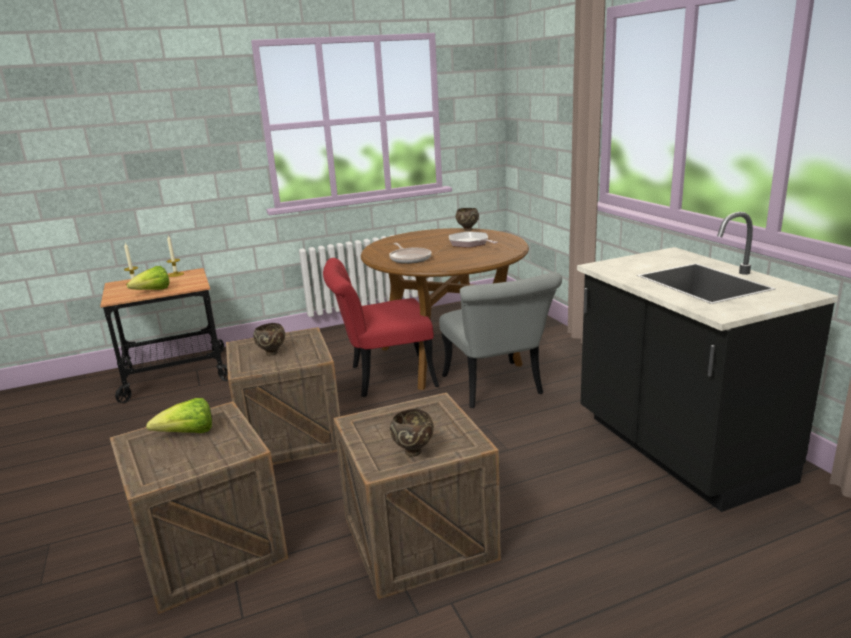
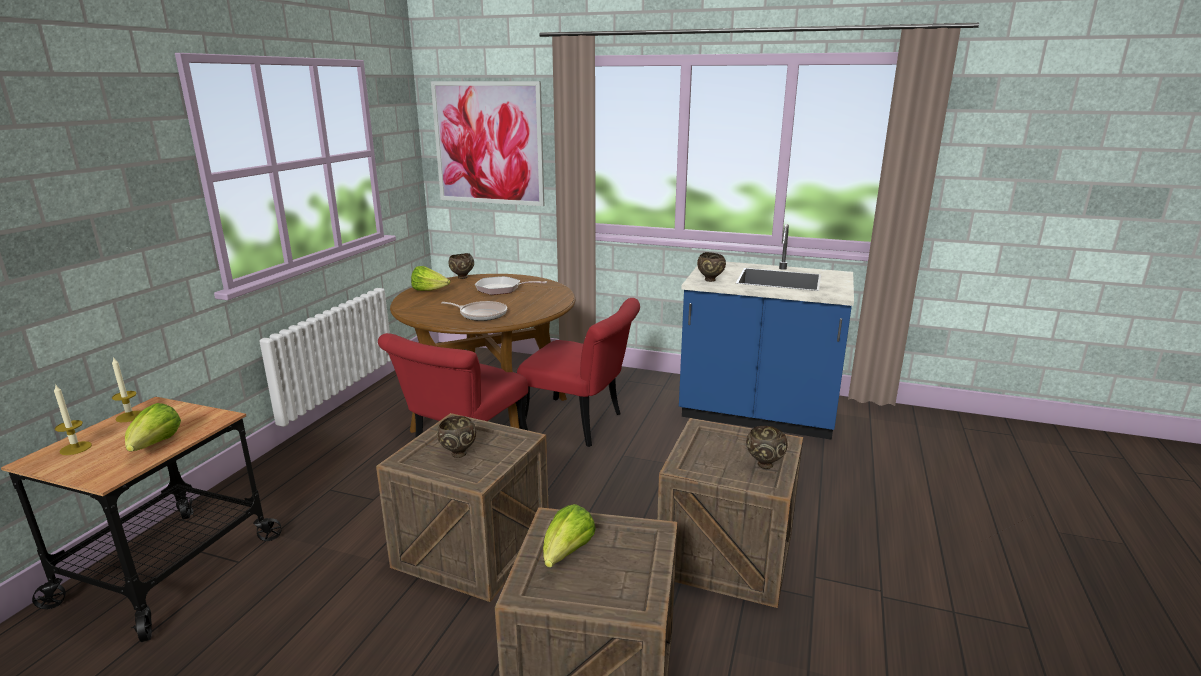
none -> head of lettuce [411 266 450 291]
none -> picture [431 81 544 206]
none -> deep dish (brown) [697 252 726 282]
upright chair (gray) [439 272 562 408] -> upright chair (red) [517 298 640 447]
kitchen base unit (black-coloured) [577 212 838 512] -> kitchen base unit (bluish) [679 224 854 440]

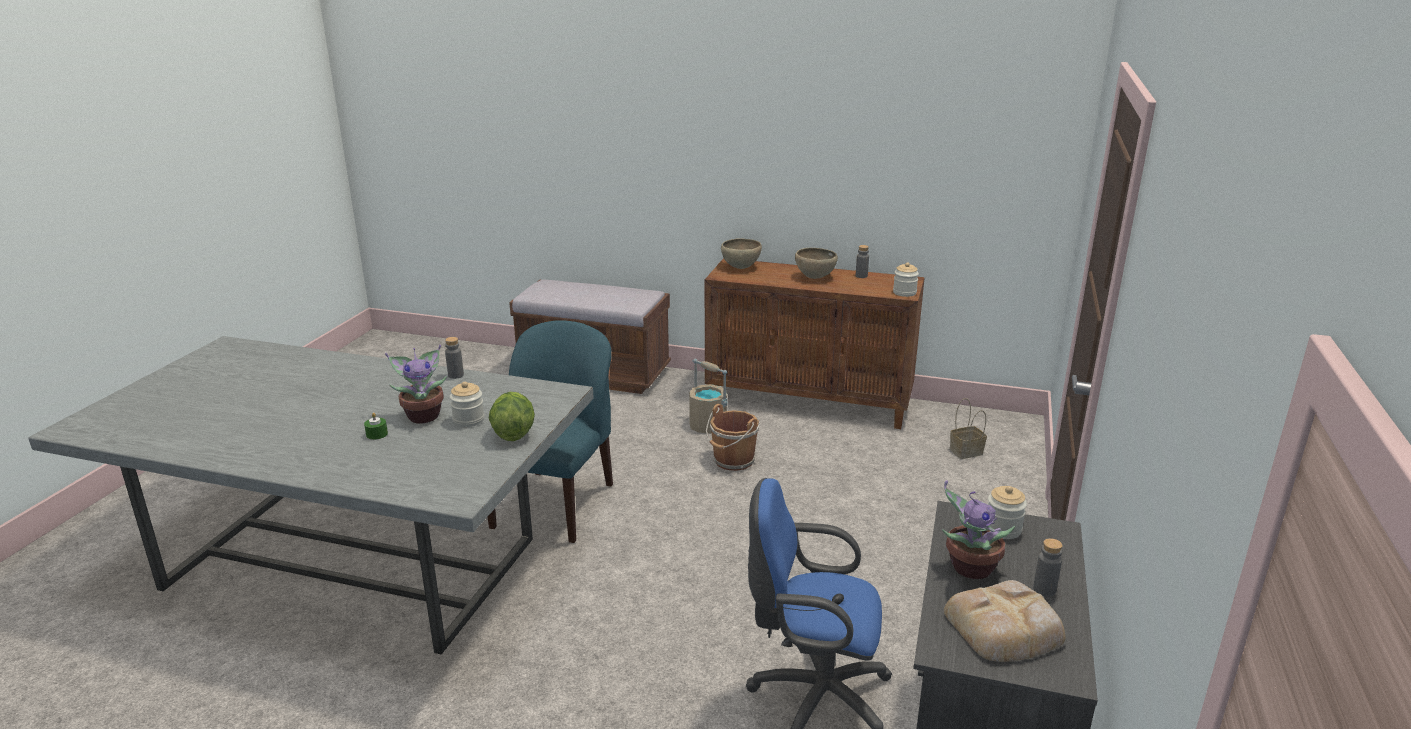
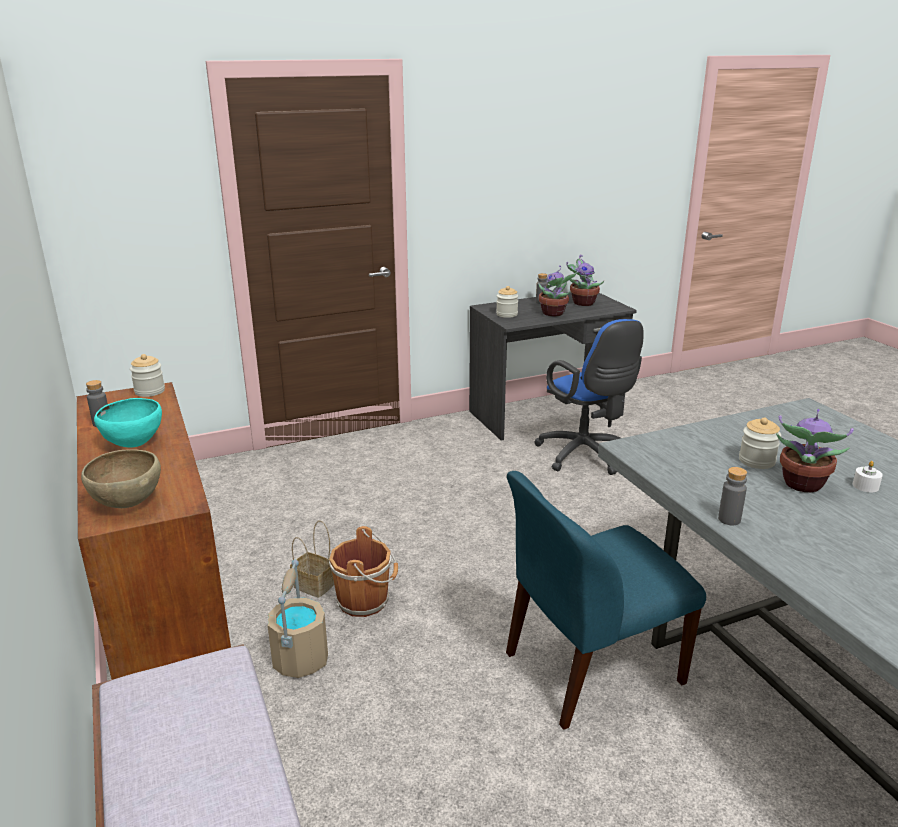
head of lettuce [489 392 535 441] -> none
basket [950 398 987 459] -> basket [290 520 334 598], relocated
bread [944 580 1066 662] -> potted plant [566 254 605 306]
wax light (green) [364 412 388 440] -> wax light (whitish) [853 461 883 492]
deep dish (brown) [795 248 838 279] -> deep dish (turquoise-coloured) [94 398 162 447]

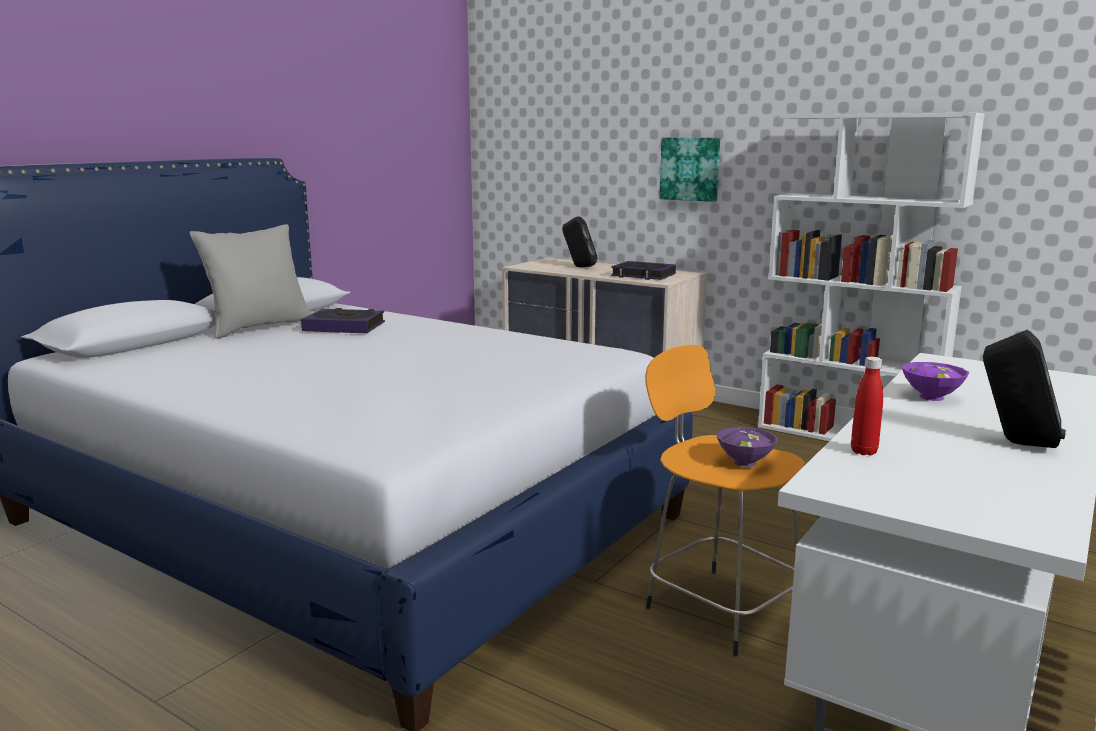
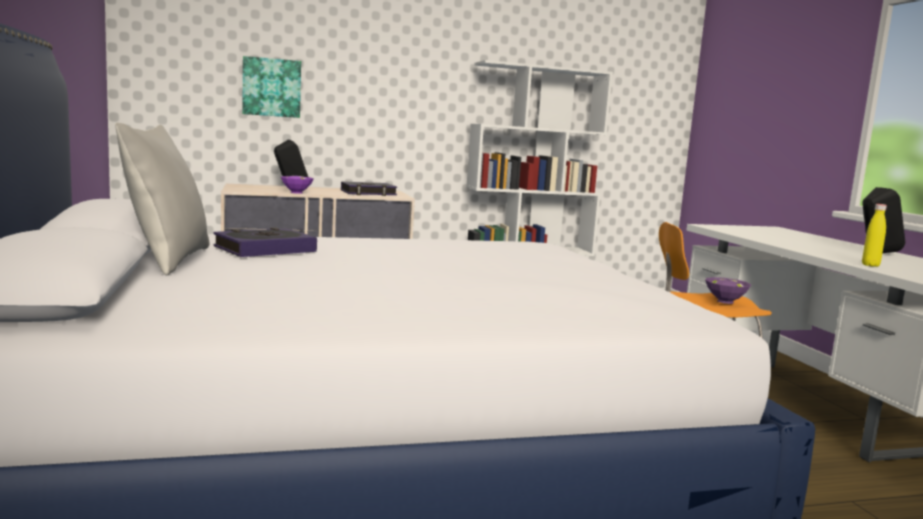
picture [659 138 720 202] -> picture [242 56 301 118], relocated
deep dish (purple) [901 362 970 401] -> deep dish (purple) [281 176 314 193], relocated
beverage bottle (red) [851 357 883 455] -> beverage bottle (yellowish) [862 204 887 267]

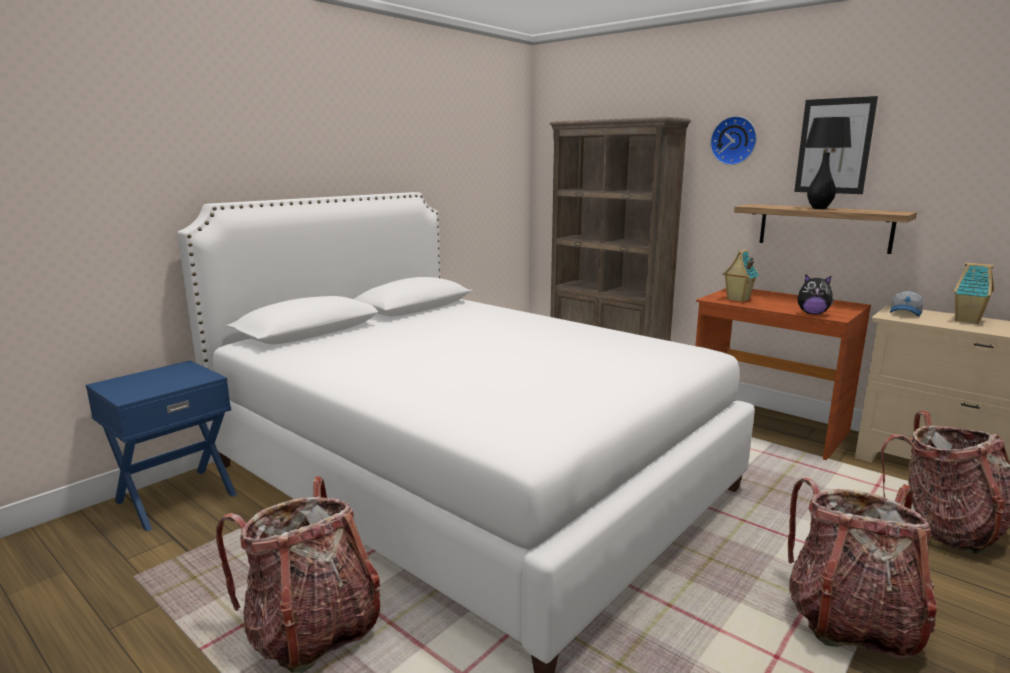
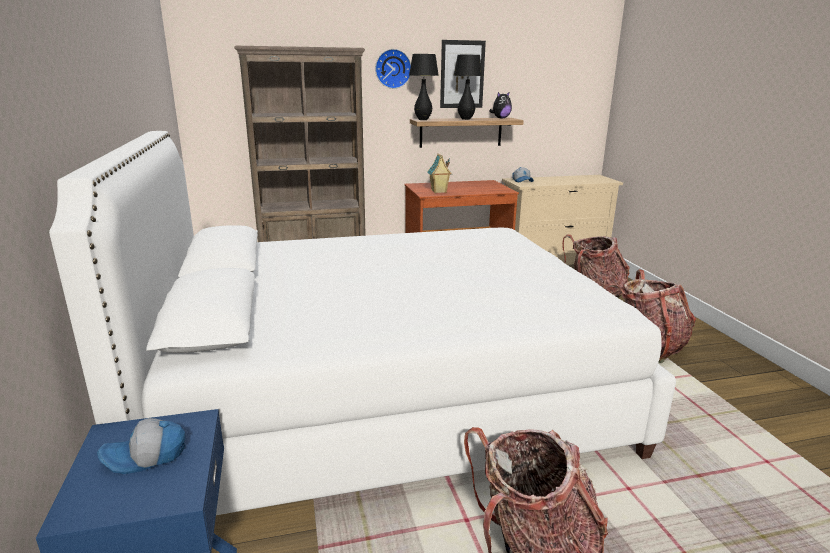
miniature house [954 262 994 324] -> none
none -> cap [97 418 185 474]
none -> tabletop lamp (black-coloured) [409 54 439 120]
cuddly toy [798 274 834 314] -> cuddly toy [489 91 512 119], relocated

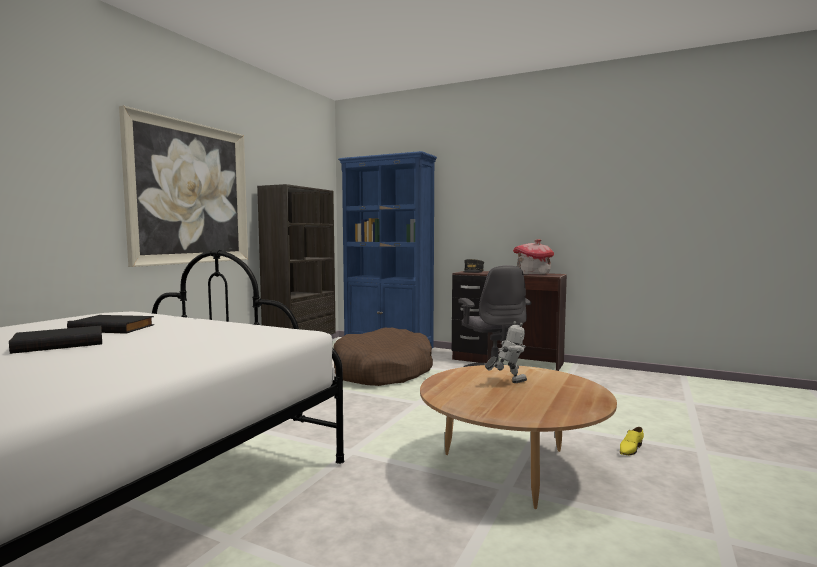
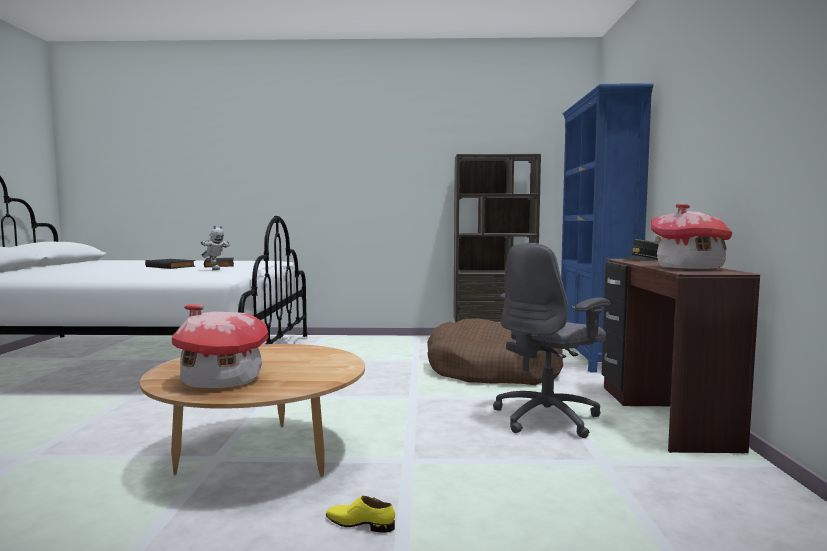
picture [119 106 248 267] -> none
none -> miniature house [172 304 269 388]
model robot [485 321 527 383] -> model robot [200 226 229 270], relocated

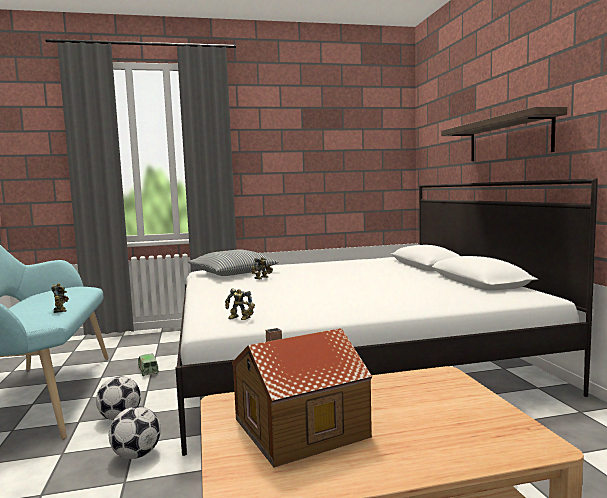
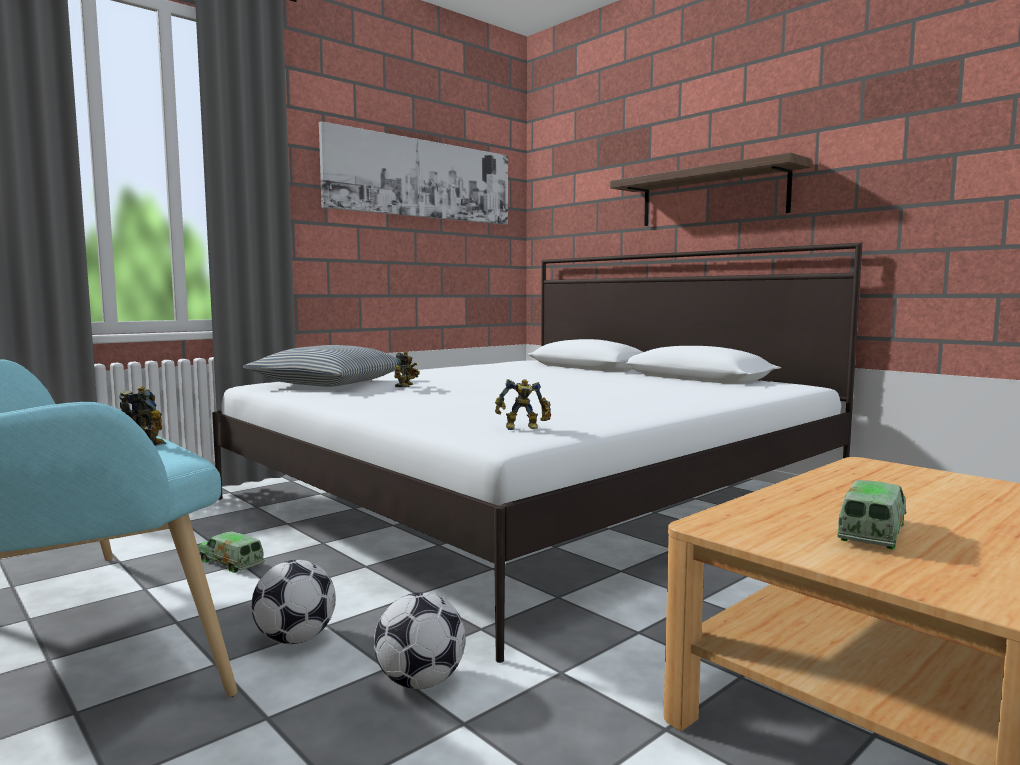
none -> picture [319 121 508 225]
miniature house [232 328 372 468] -> model truck [837 480 906 549]

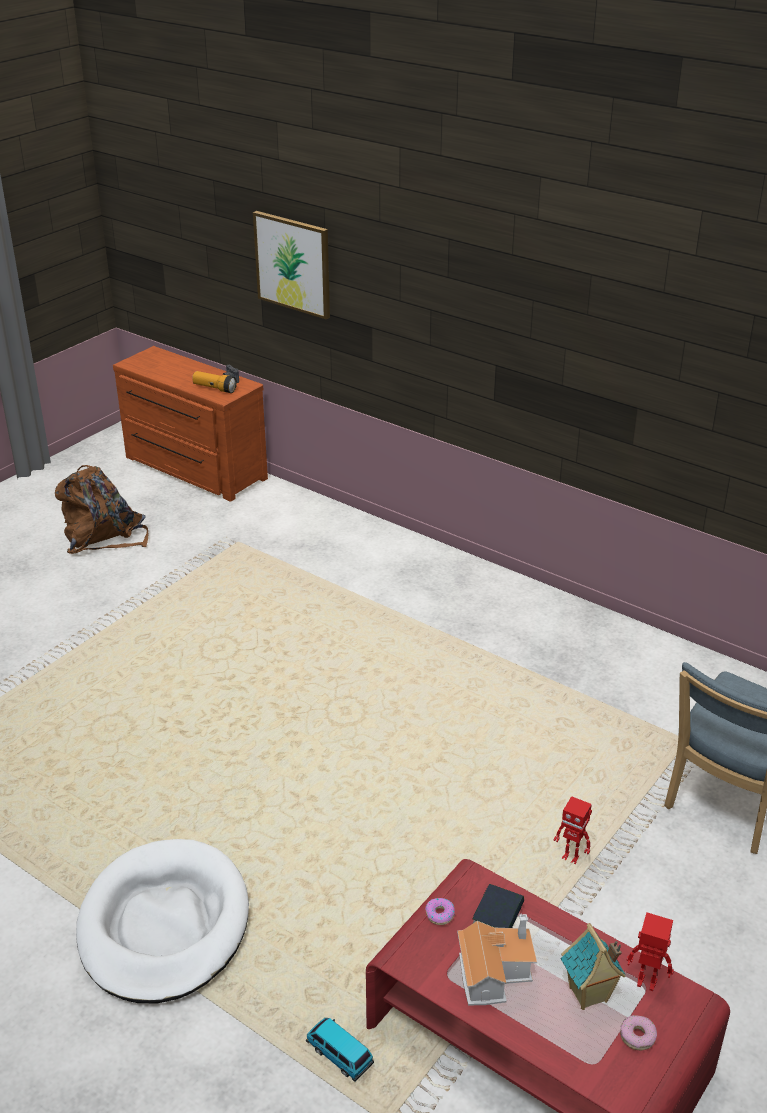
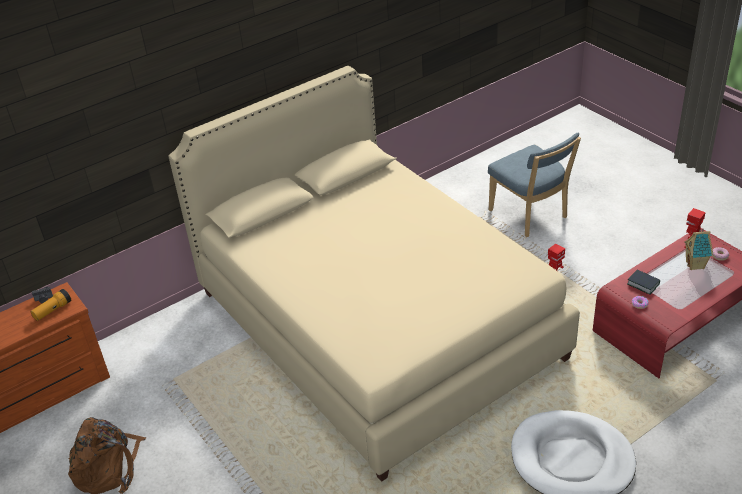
picture [253 211 330 320] -> none
miniature car [306 1018 374 1082] -> none
miniature house [457 914 537 1005] -> none
none -> bedroom bed (beige) [168 66 580 482]

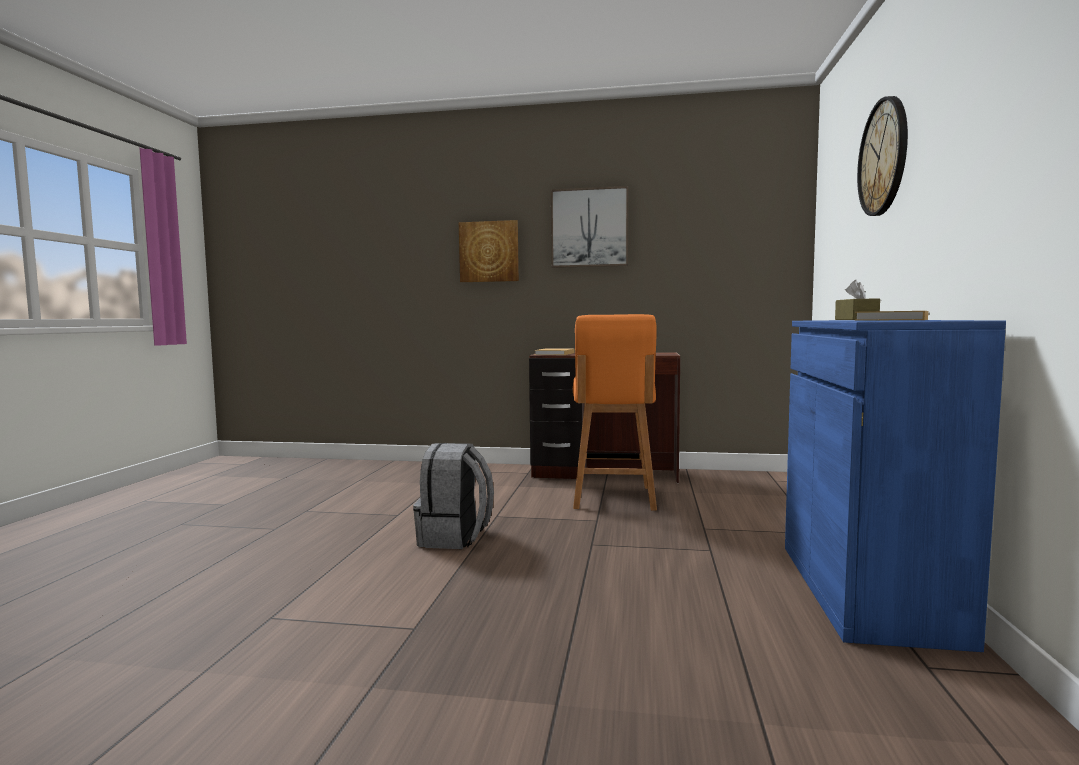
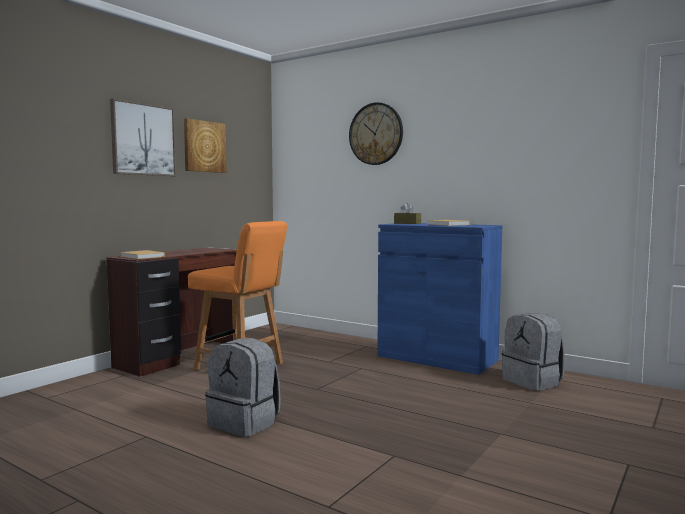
none -> backpack (gray) [502 313 565 391]
picture [459 220 519 282] -> picture [184 118 226 173], relocated

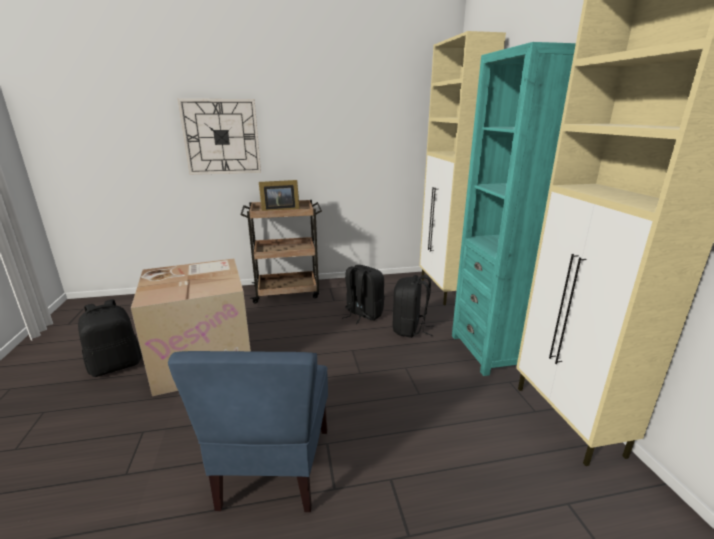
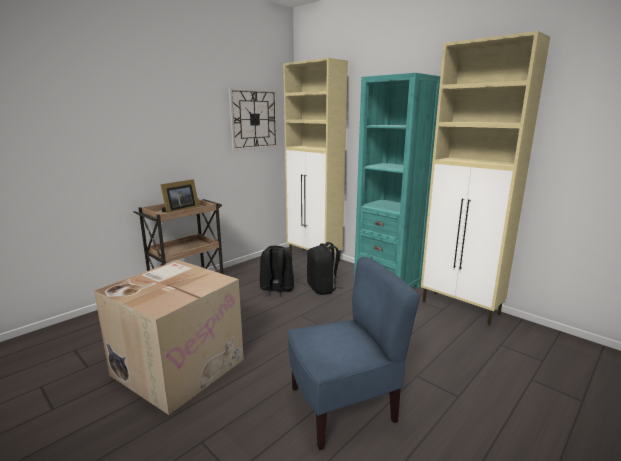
backpack (black-coloured) [78 299 142 377] -> none
wall clock [178 99 261 175] -> wall clock [229 88 278 151], relocated
upright chair (bluish) [168 351 328 512] -> upright chair (bluish) [288 257 420 450], 75 degrees counterclockwise

